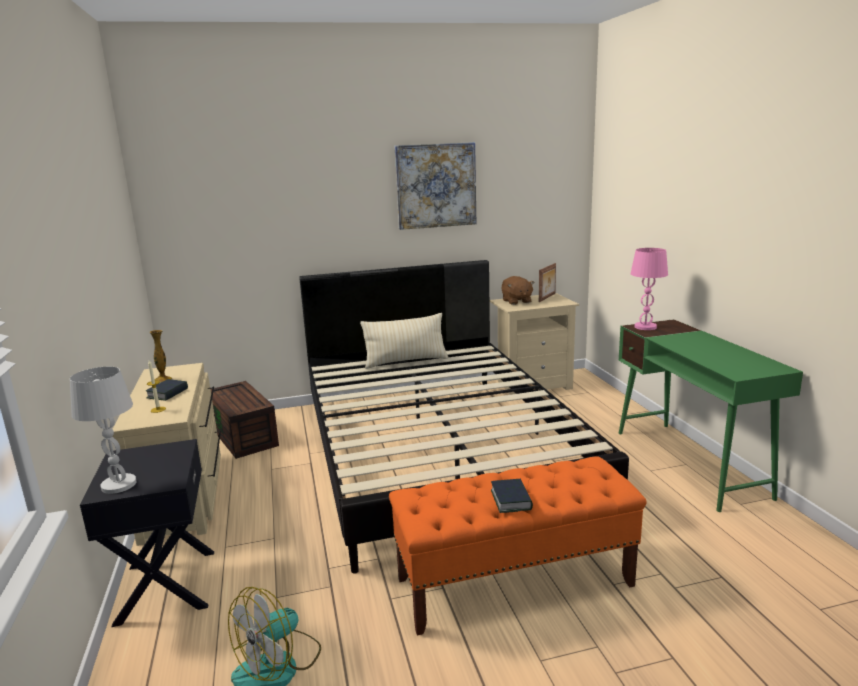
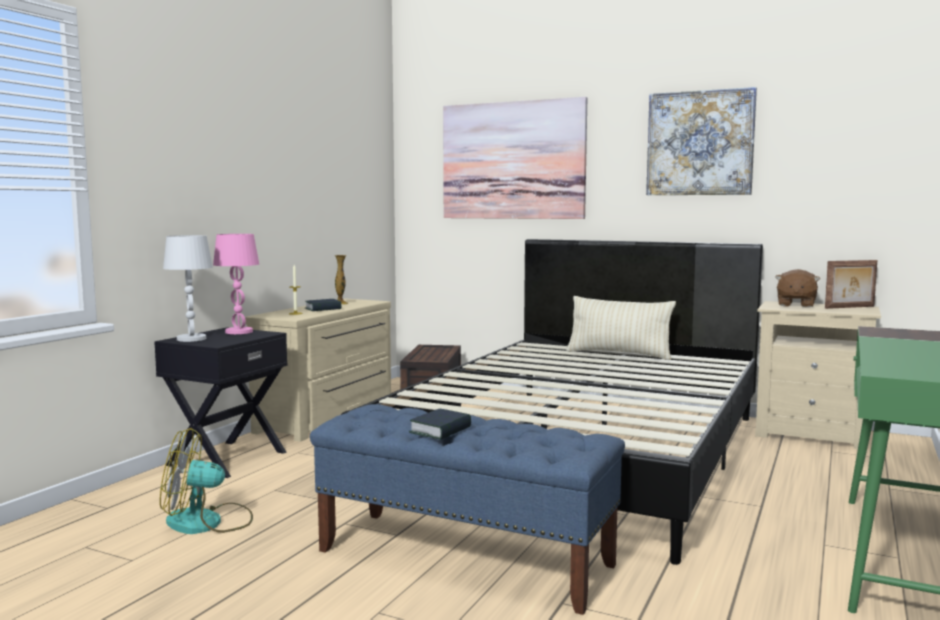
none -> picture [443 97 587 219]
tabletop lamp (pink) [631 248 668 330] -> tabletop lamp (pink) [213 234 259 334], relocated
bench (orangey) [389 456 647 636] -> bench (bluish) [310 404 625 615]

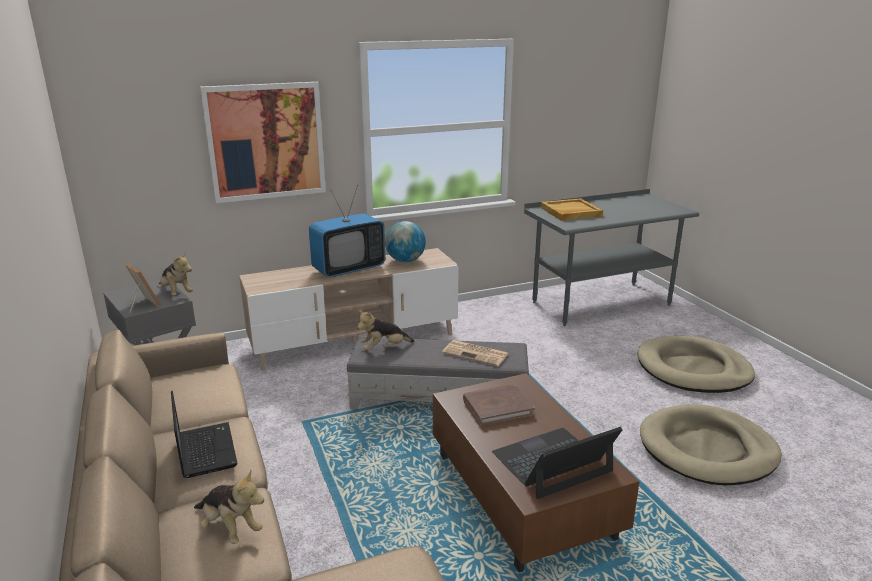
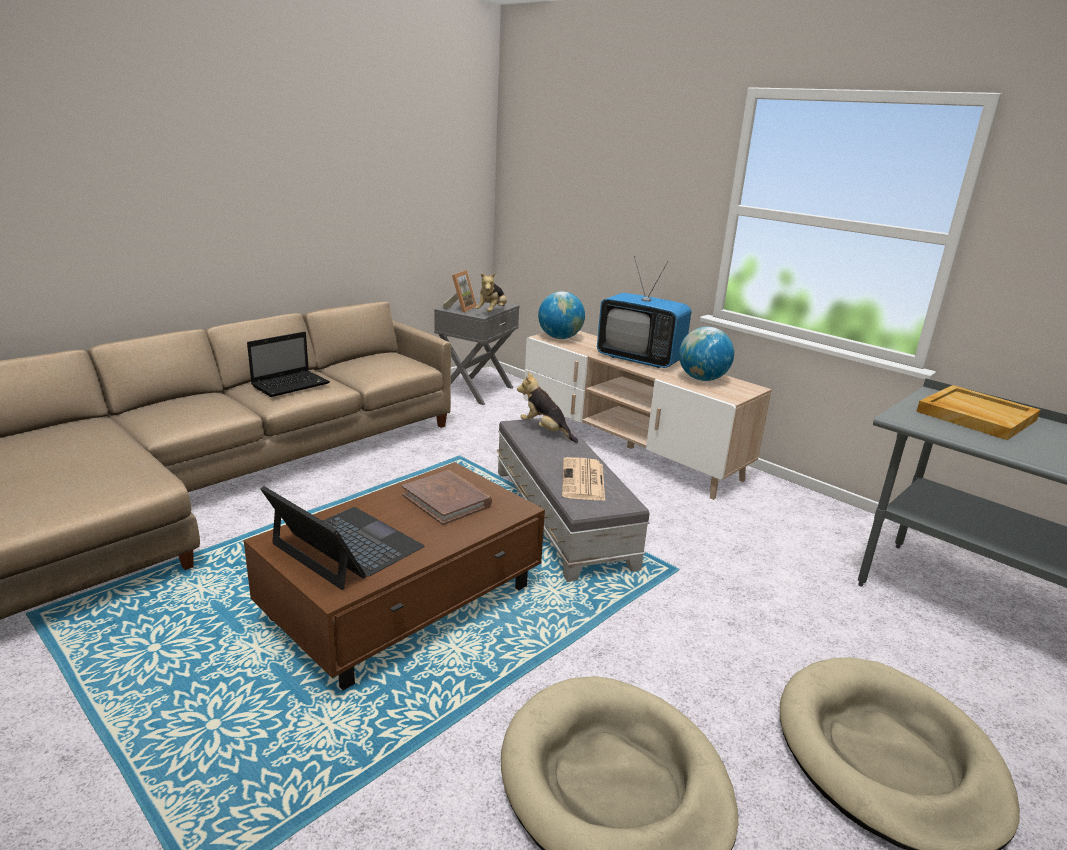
cuddly toy [194 470 264 544] -> none
picture [200 82 326 203] -> none
none -> world globe [538 291 585 339]

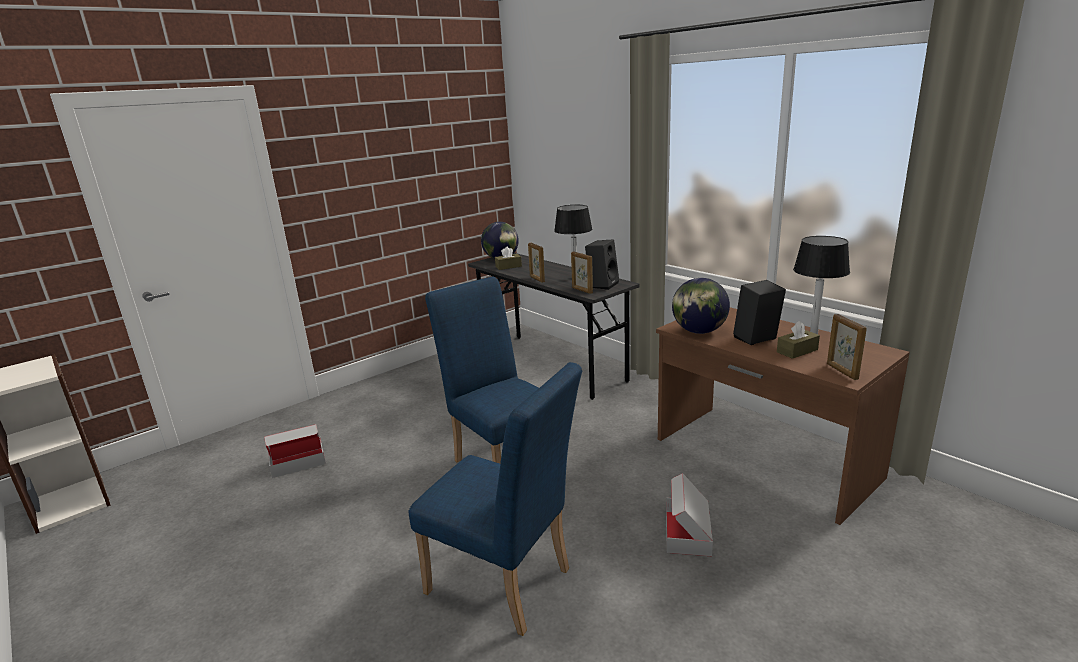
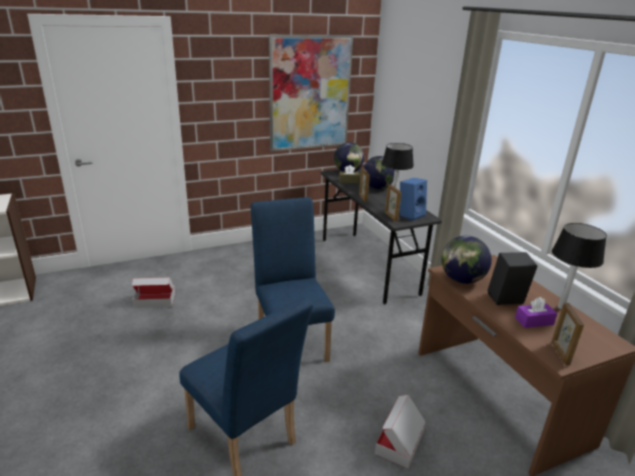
none -> picture [269 35 353 152]
none -> world globe [363 156 395 189]
speaker (black-coloured) [585 240 619 290] -> speaker (bluish) [400 178 427 221]
tissue holder (brown) [777 321 820 359] -> tissue holder (purple) [515 297 557 328]

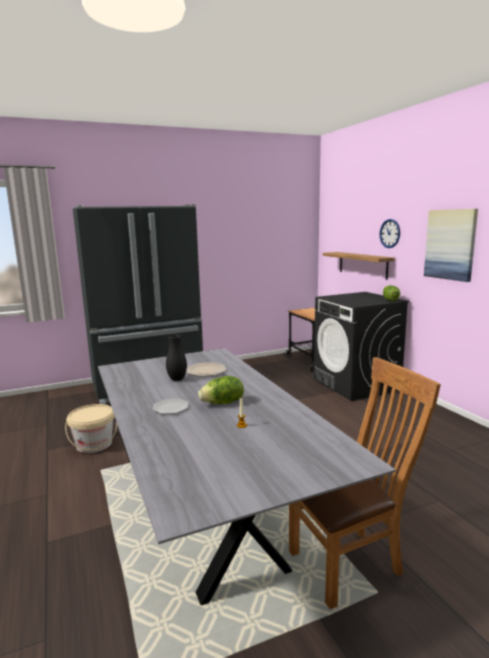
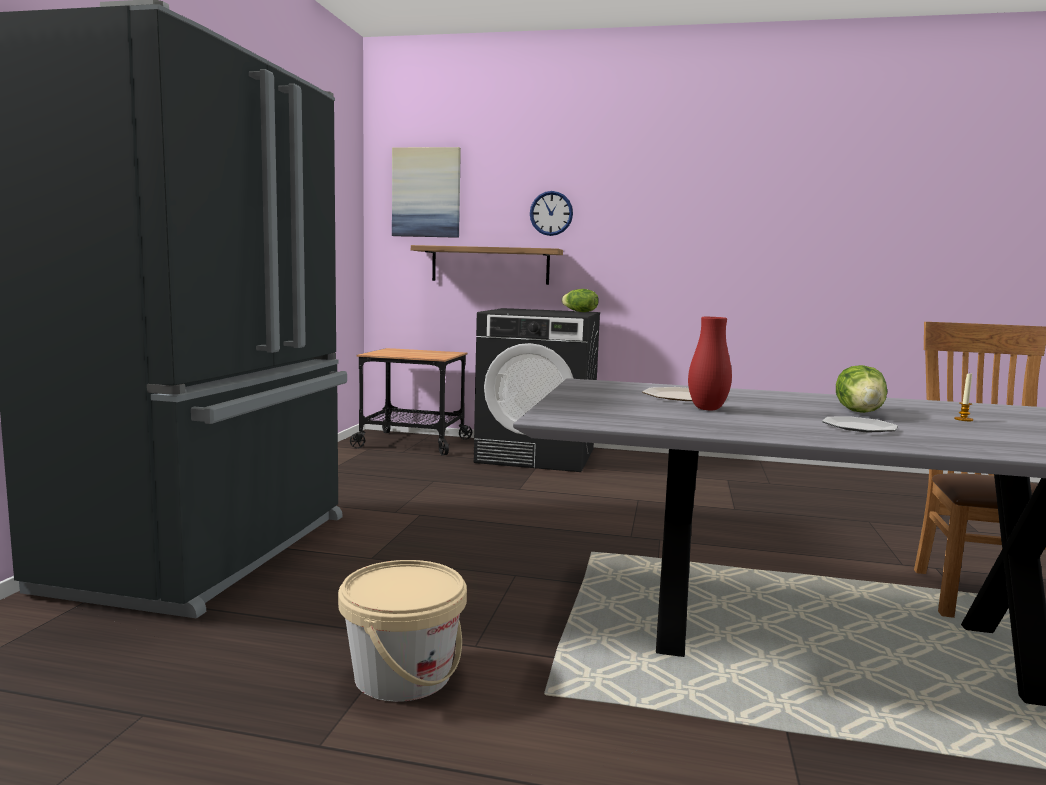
picture [424 209 478 282] -> picture [392 147 461 238], relocated
flower vase (black-coloured) [166 335 187 381] -> flower vase (red) [688 317 732 410]

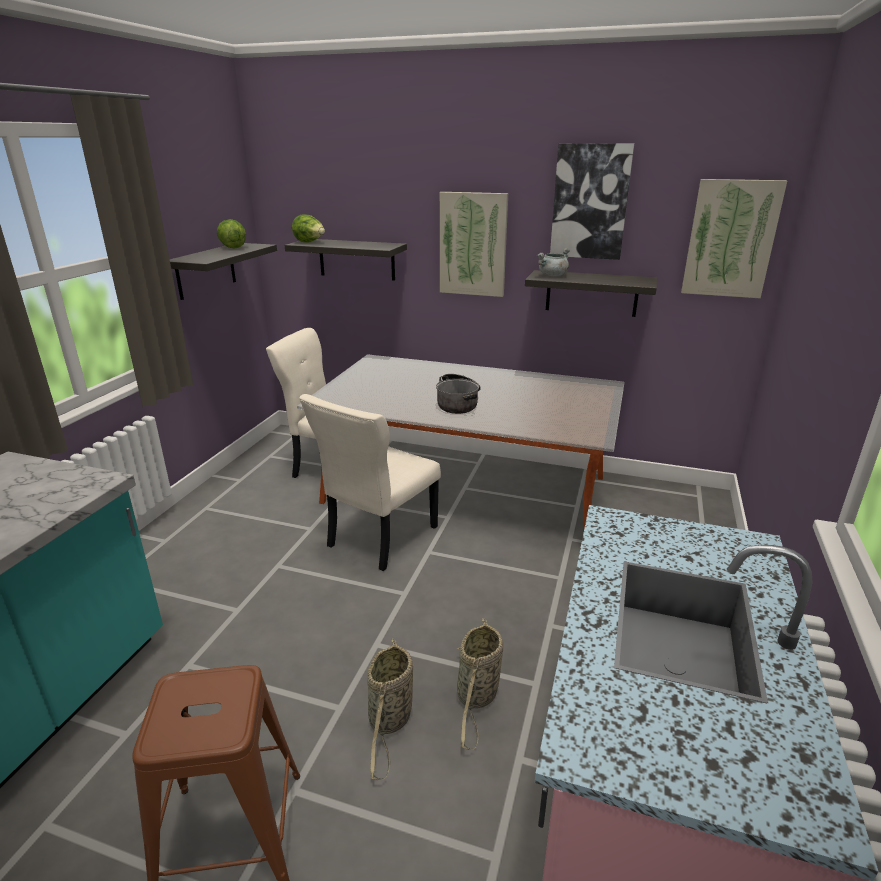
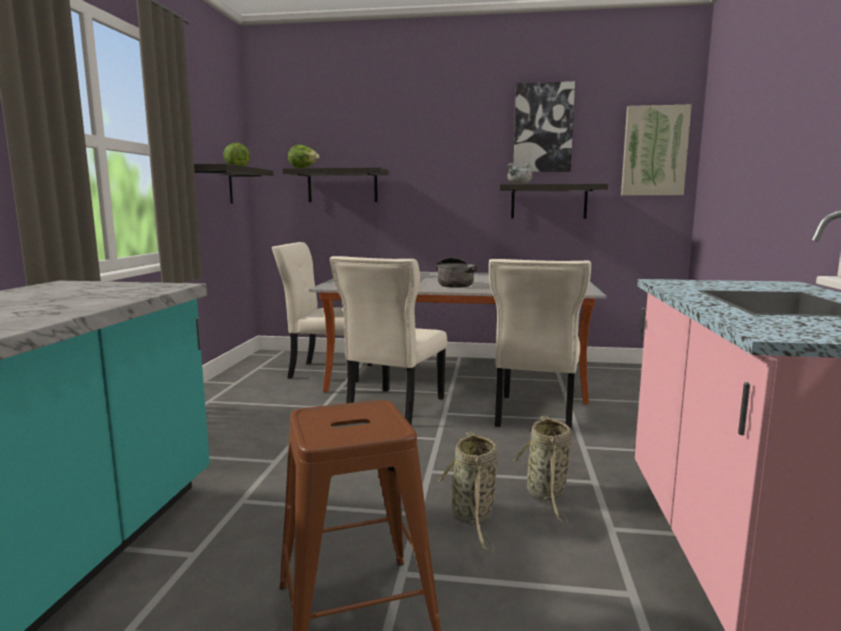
picture [440 192 508 297] -> none
none -> upright chair (beige) [489 259 591 432]

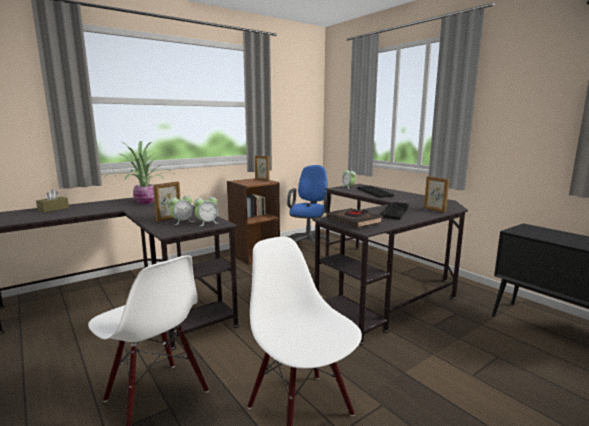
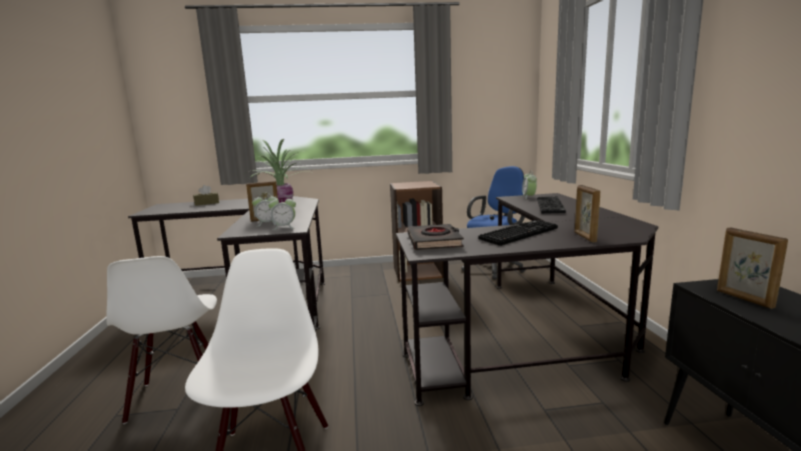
photo frame [255 155 269 181] -> photo frame [717 228 788 309], relocated

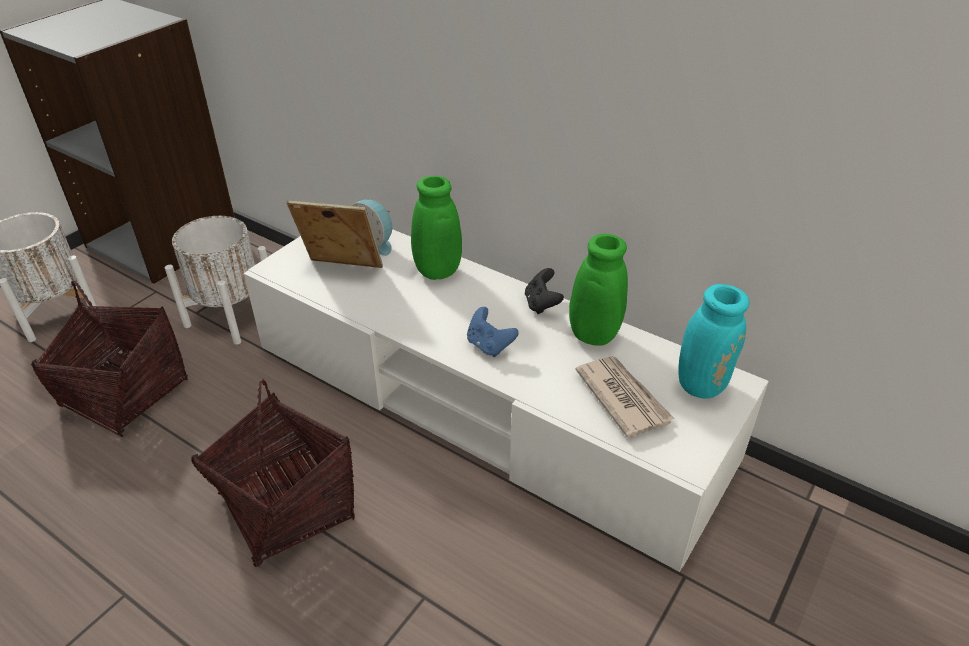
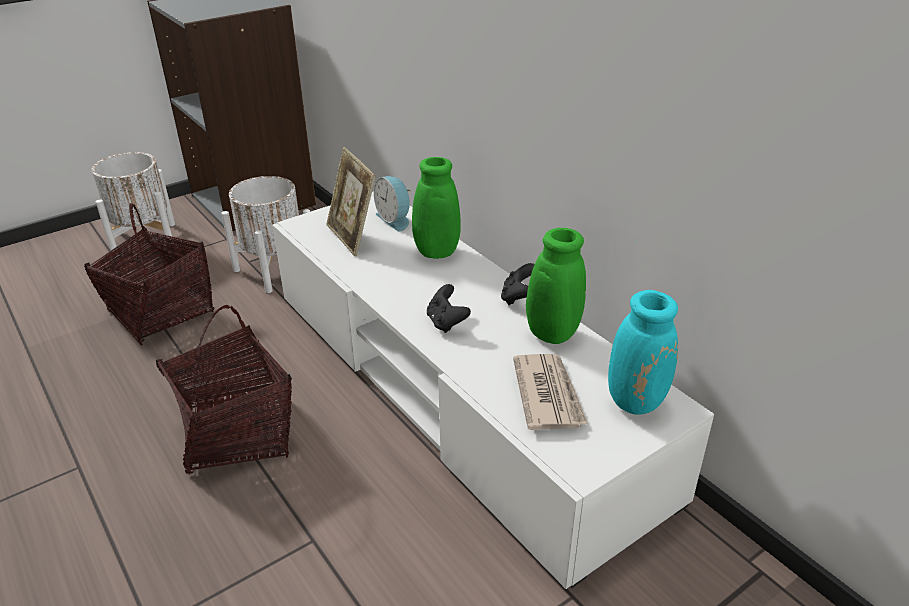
gamepad (bluish) [467 307 519 357] -> gamepad (black-coloured) [427 284 471 333]
photo frame [287 201 383 268] -> photo frame [326 147 376 256], 150 degrees counterclockwise

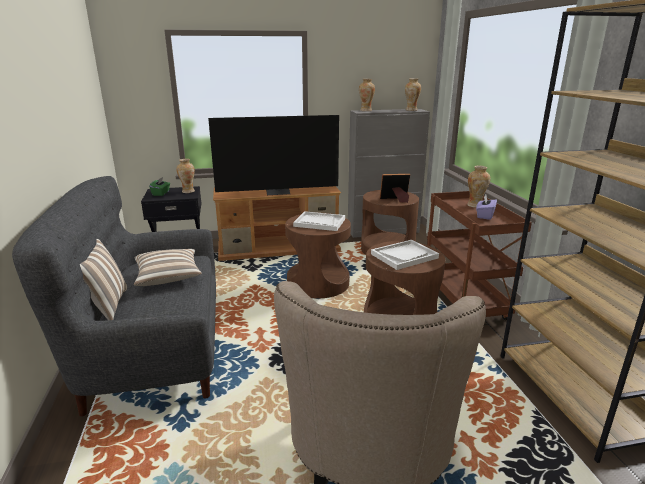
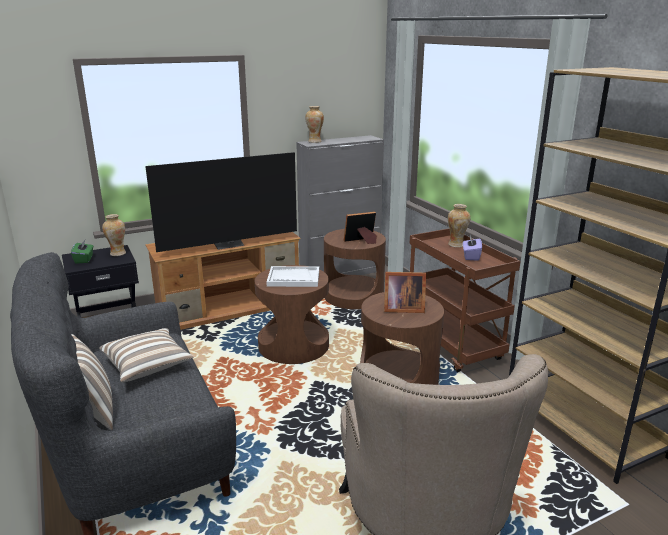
flower vase [405 78 421 111] -> none
serving tray (whitish) [371 240 439 270] -> photo frame [384 272 426 313]

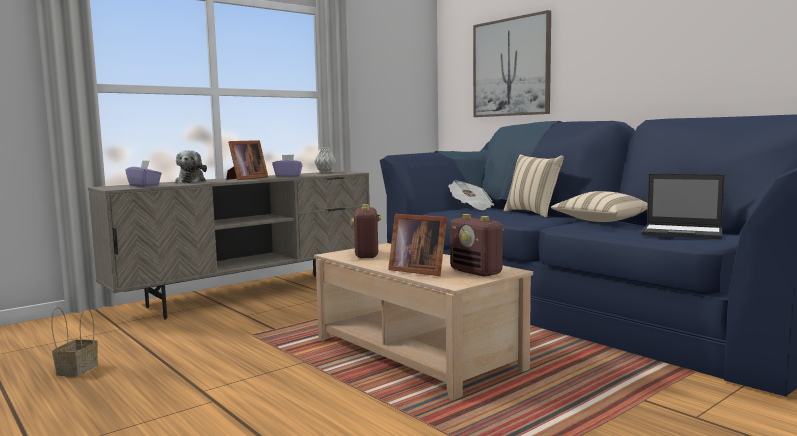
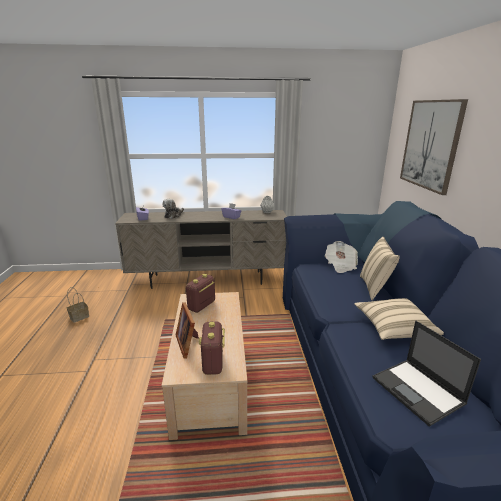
photo frame [226 140 268 180] -> none

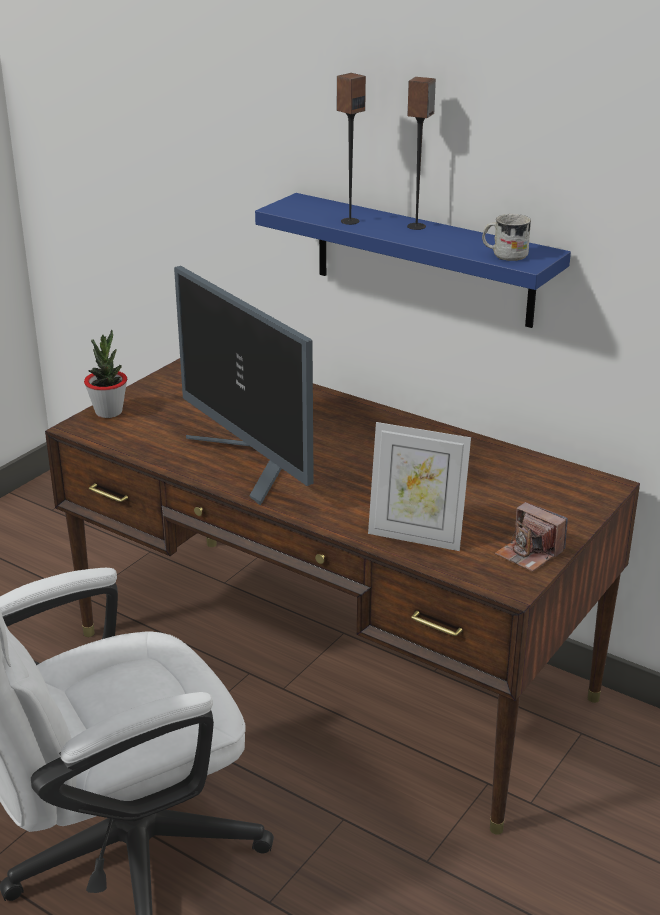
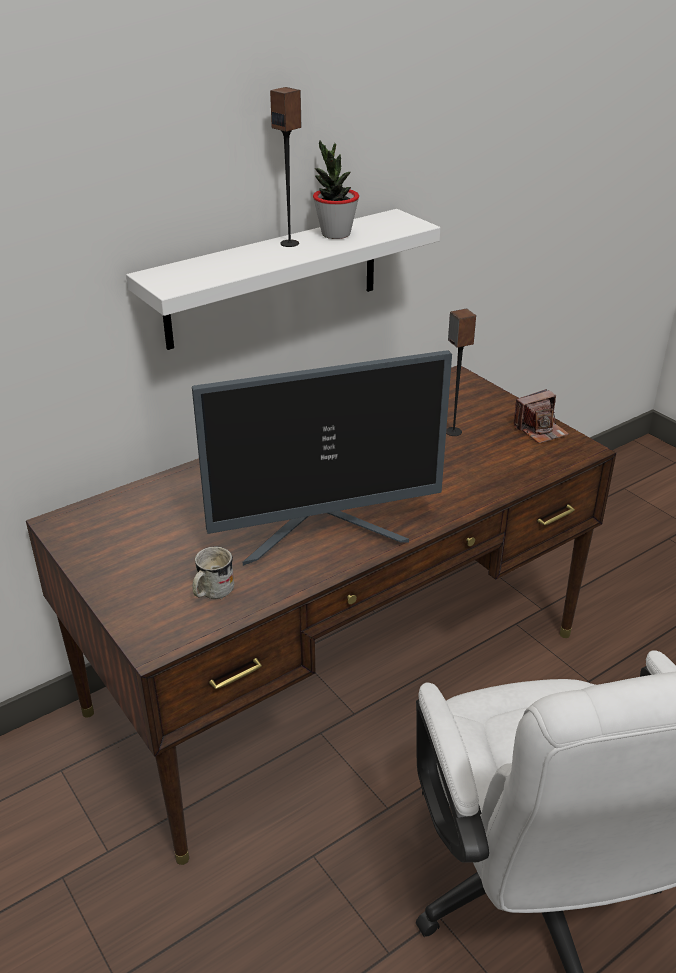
photo frame [368 422 471 551] -> none
potted plant [84 330 127 418] -> potted plant [313 140 359 239], relocated
speaker [337 73 366 225] -> speaker [446 309 476 436], relocated
tea mug (whitish) [482 214 531 261] -> tea mug (whitish) [192 546 234 600], relocated
shelf (bluish) [255 193 571 328] -> shelf (whitish) [126 209 440 350]

